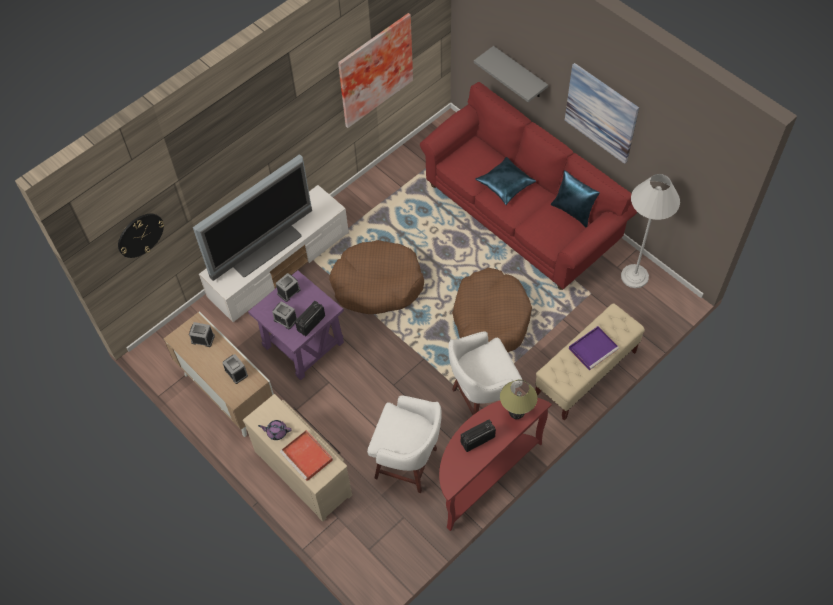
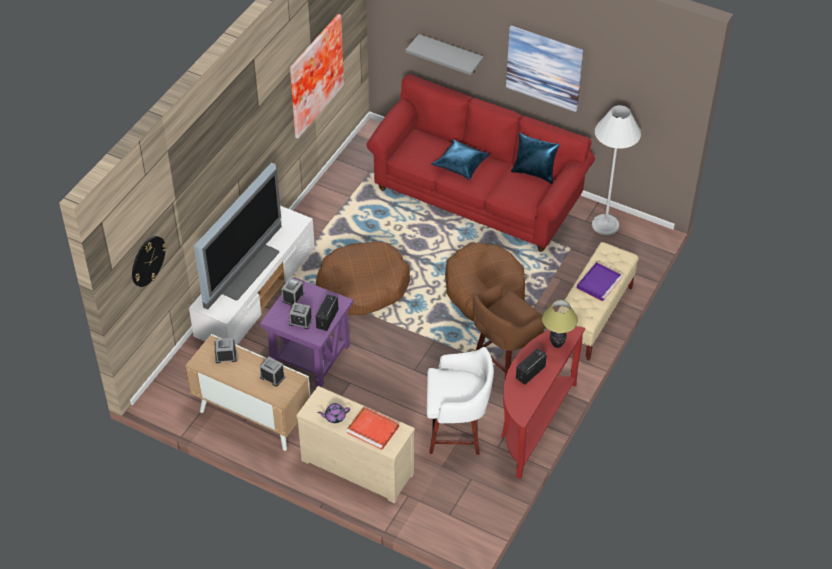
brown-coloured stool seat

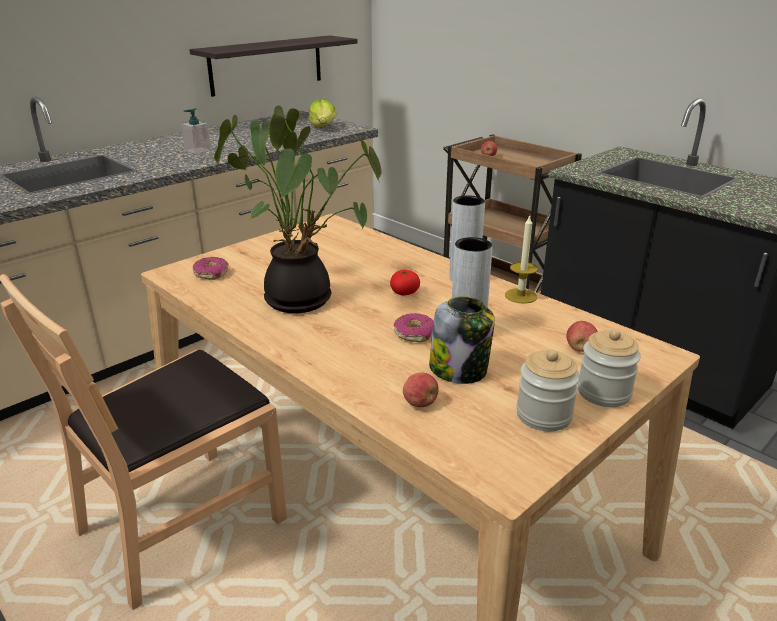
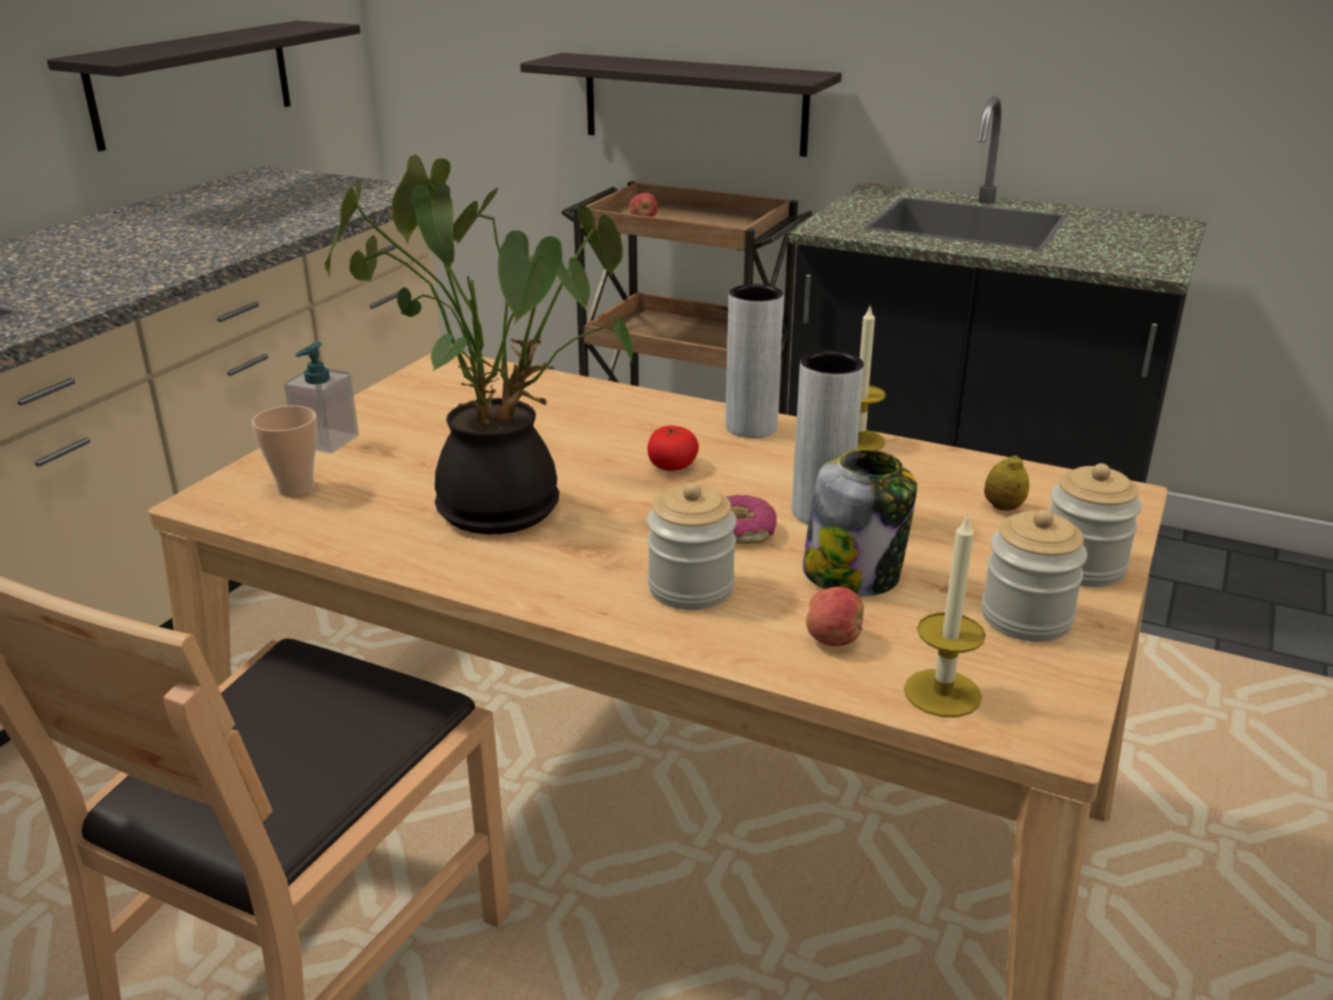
cup
soap bottle
shelf (2nd from left)
jar (1st from left)
candle (2nd from left)
whole lemon
lettuce

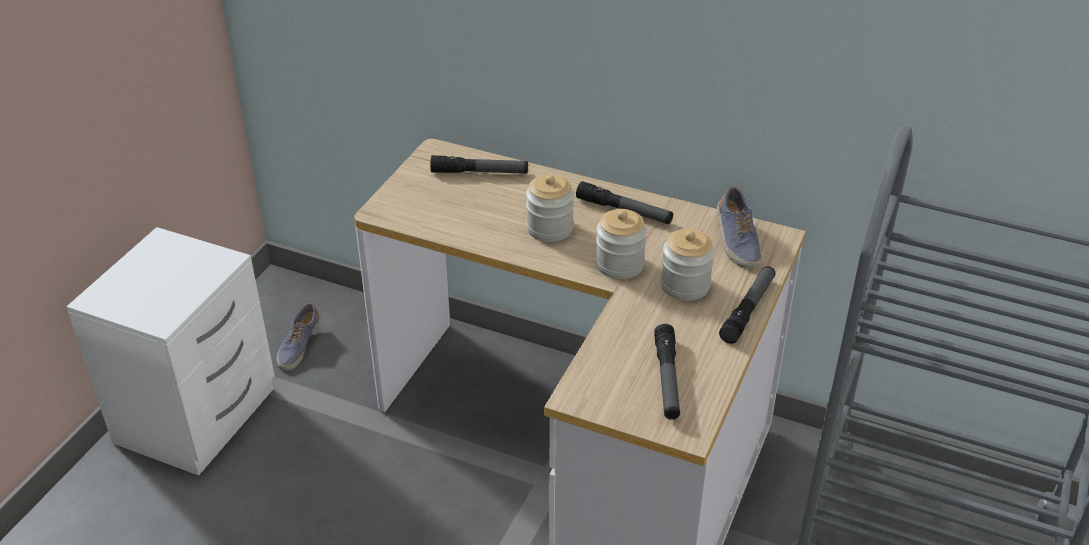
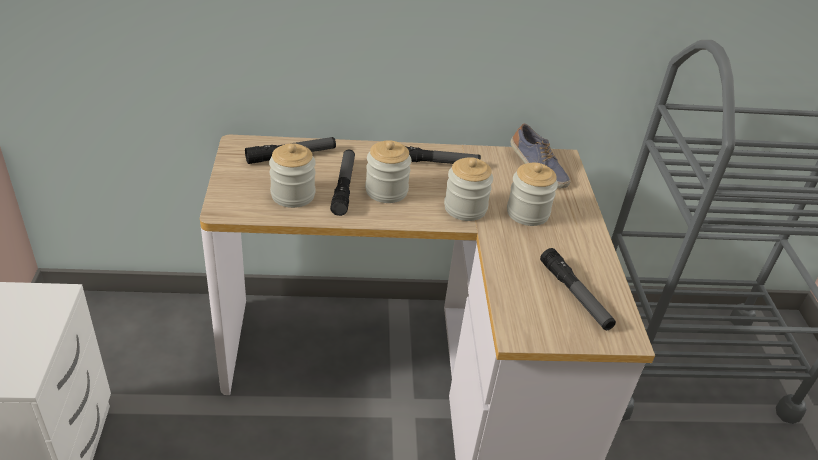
jar (1st from left)
torch (2nd from left)
shoe (1st from left in the first image)

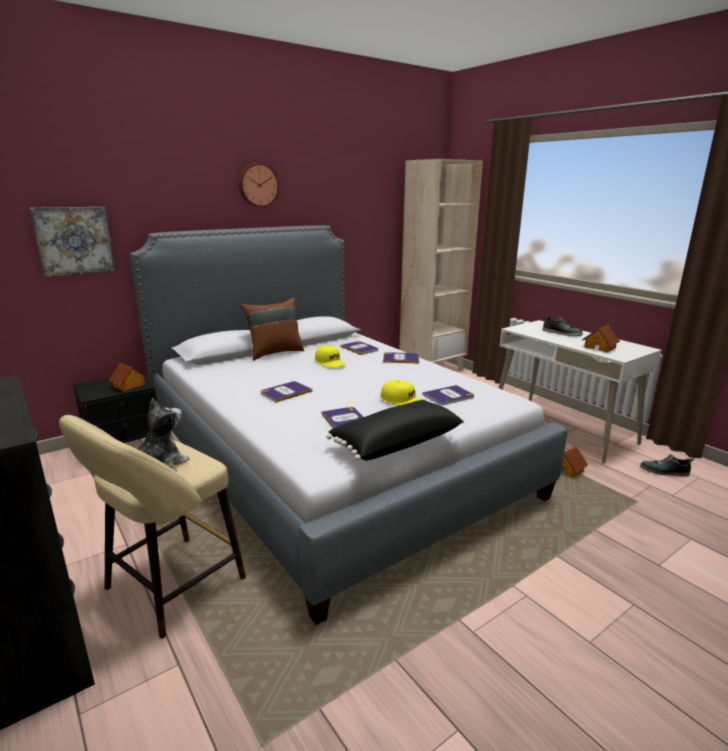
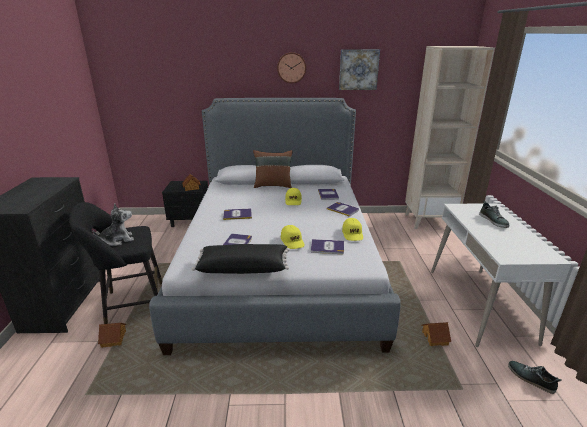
black stool seat
model house (1st from left)
wall picture
yellow-coloured peaked cap (3rd from left)

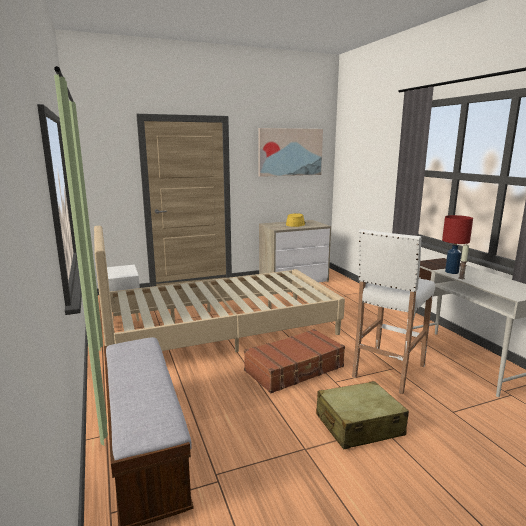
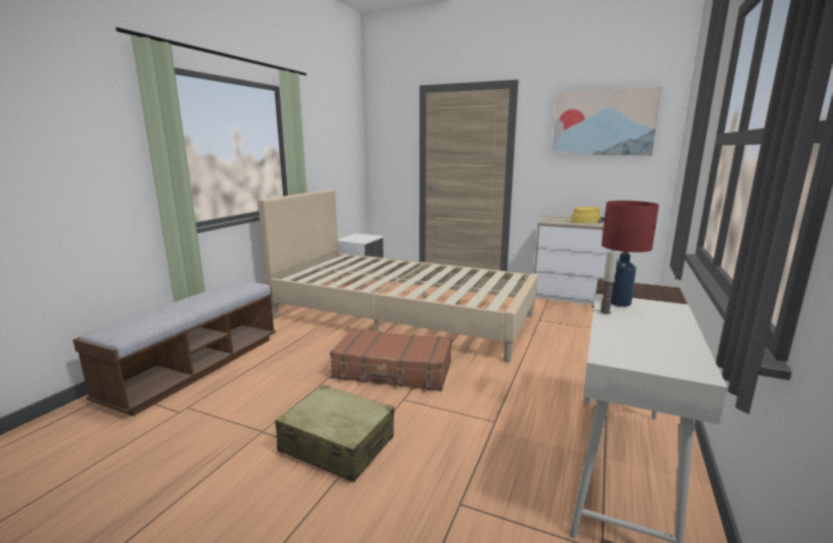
whitish stool seat

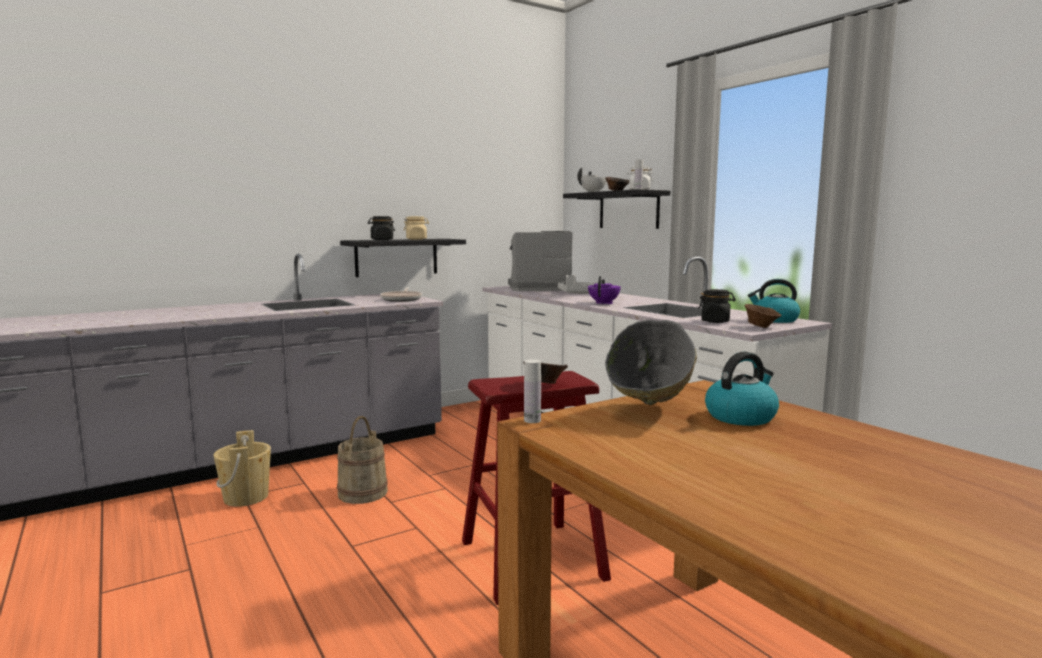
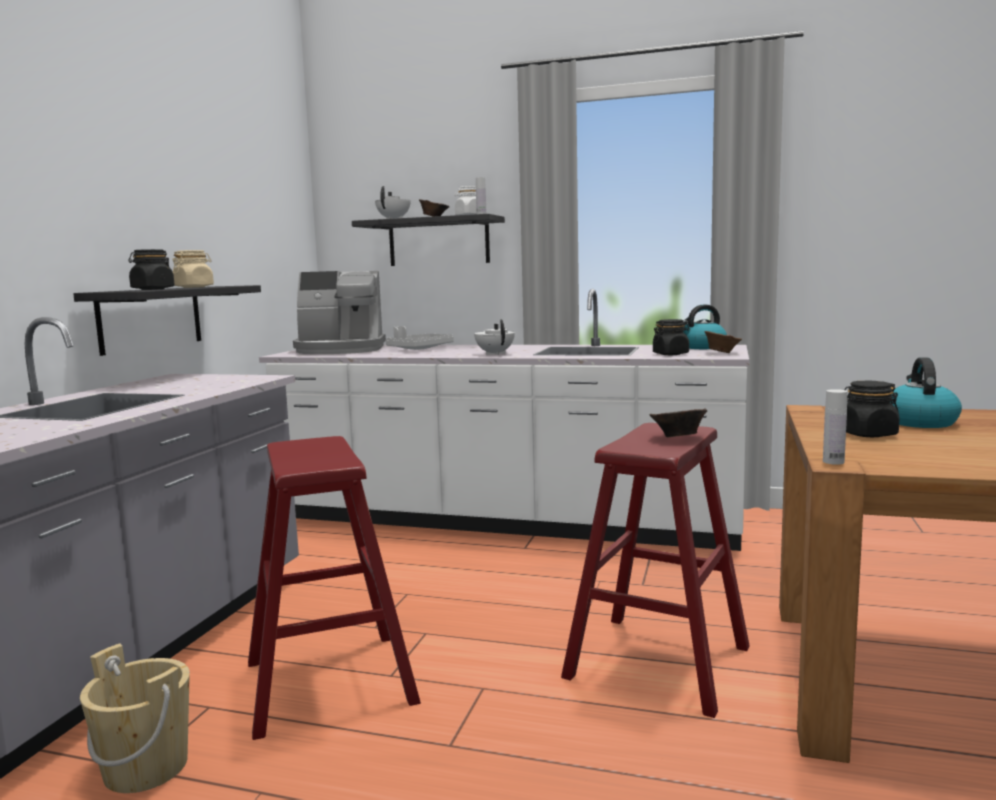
reddish stool seat (1st from left)
coffee brewer
whitish pot for tea (2nd from left)
black jar (3rd from left)
pan

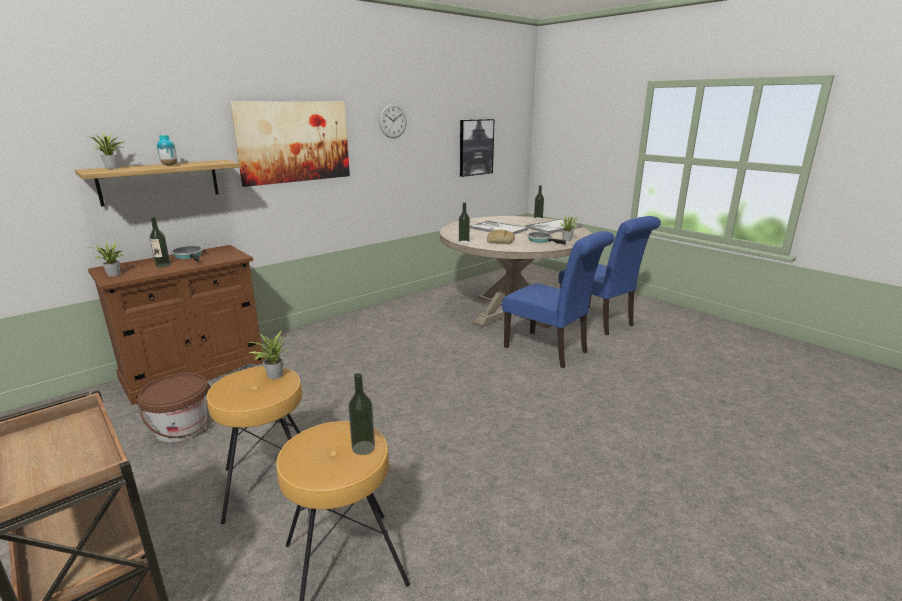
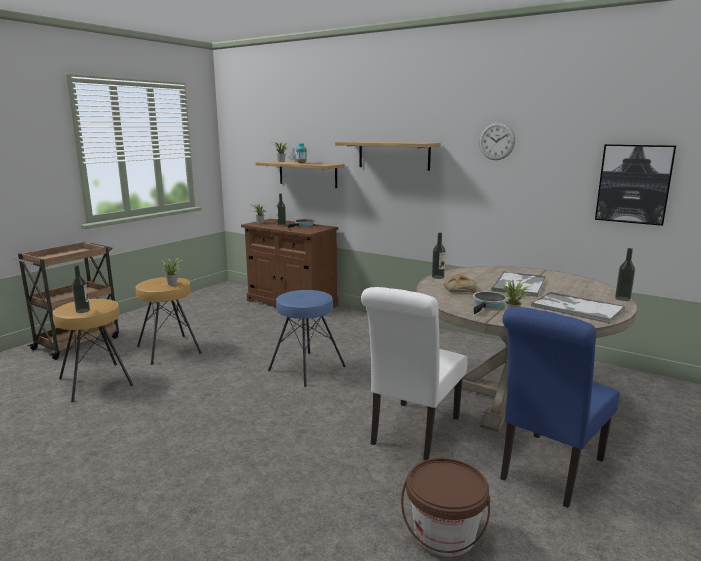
bluish stool seat
shelf (2nd from left)
whitish plain chair
brown-coloured pail

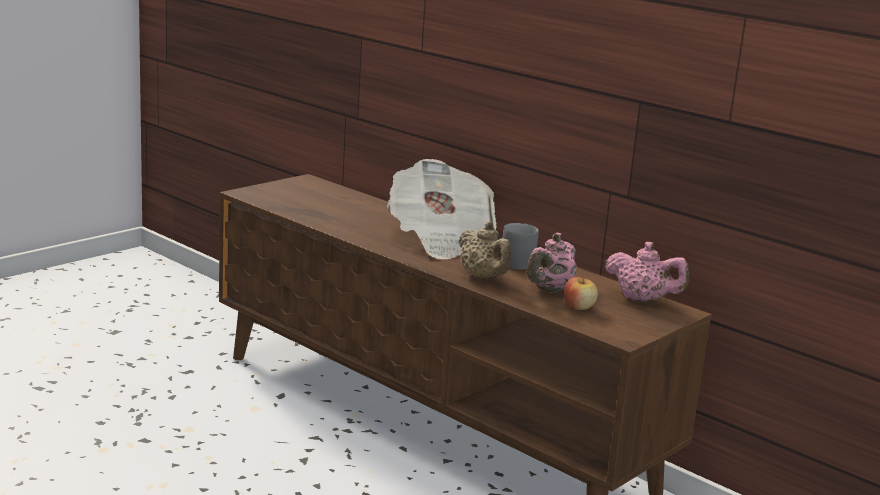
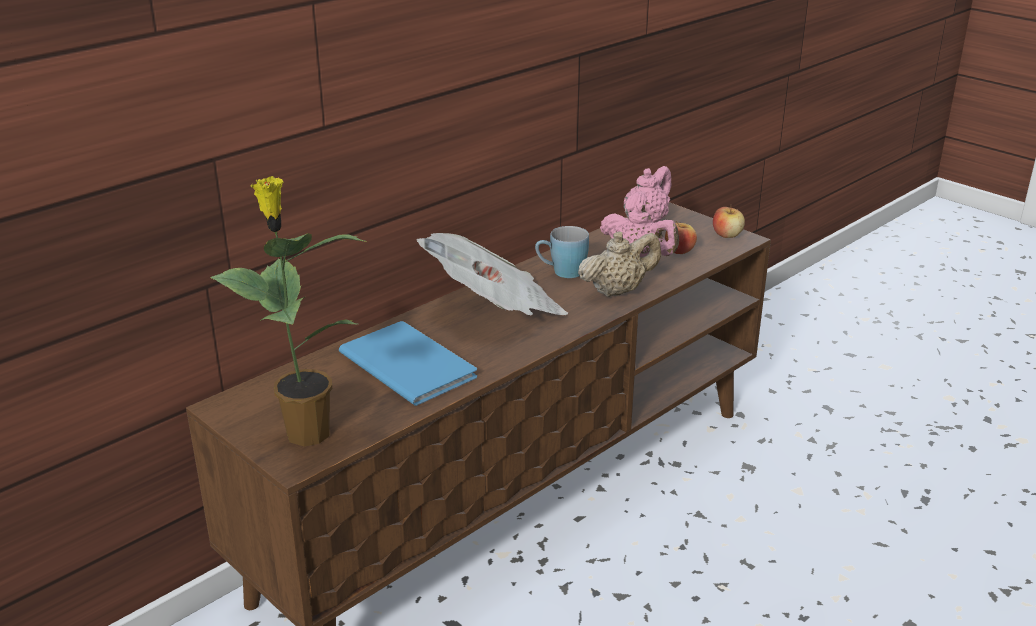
plant in a pot
bluish book
bluish coffee mug
apple (2nd from left)

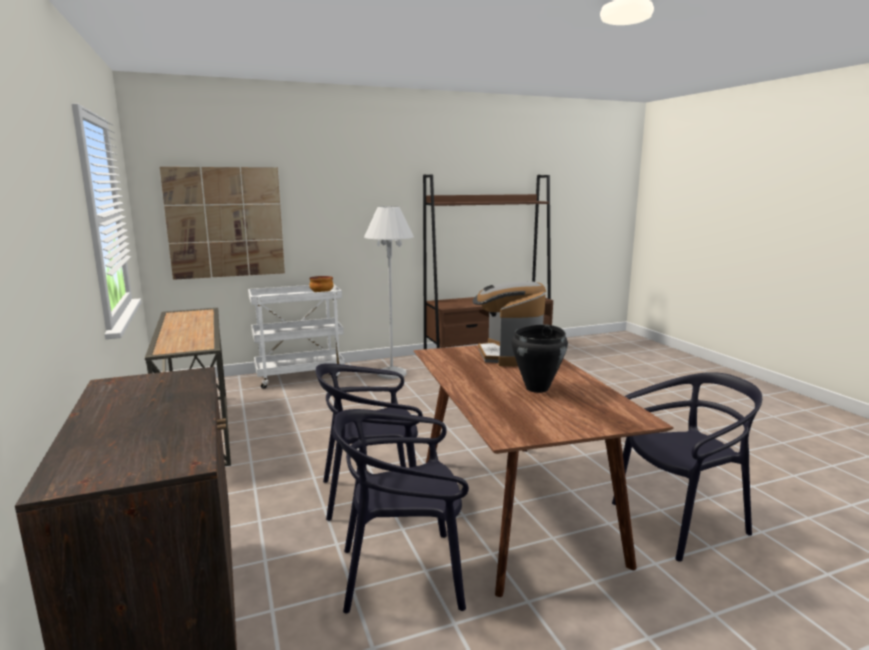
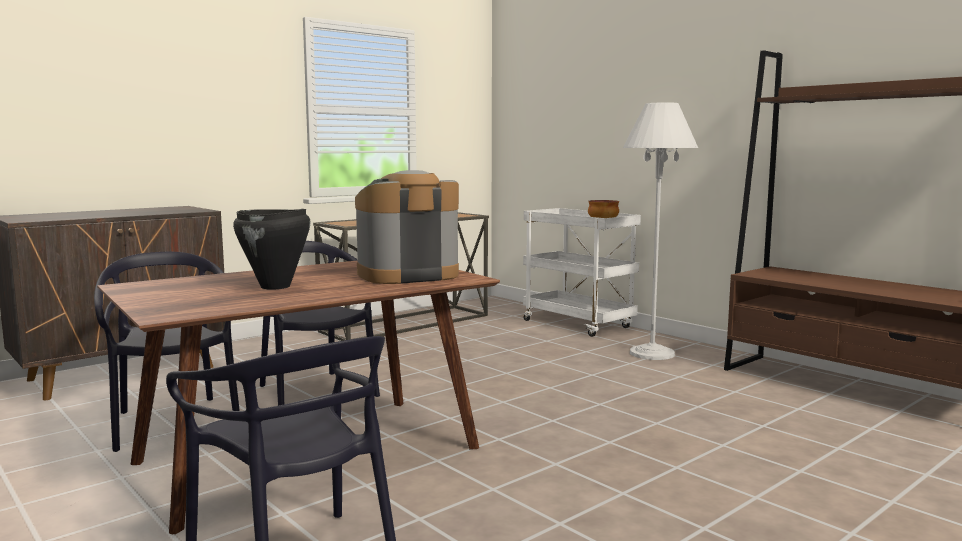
wall picture

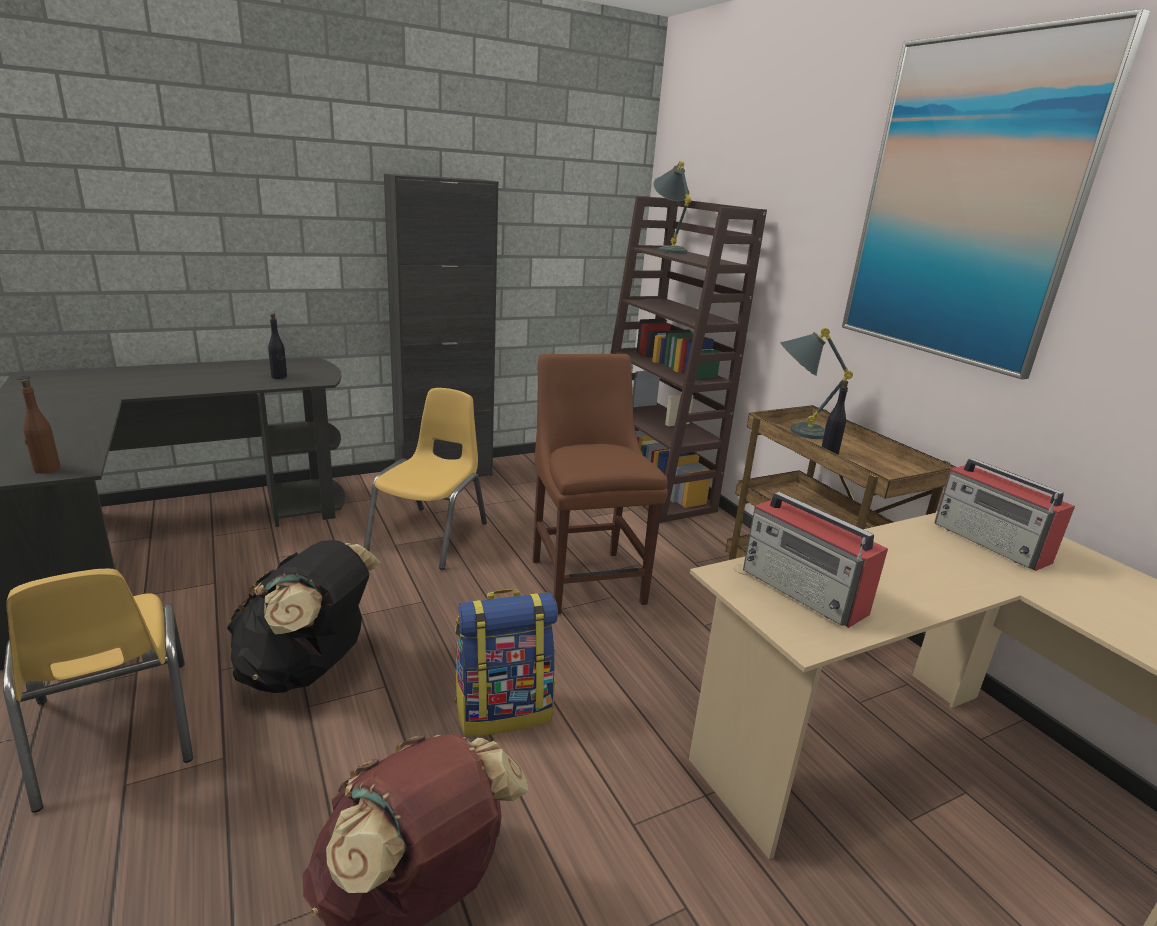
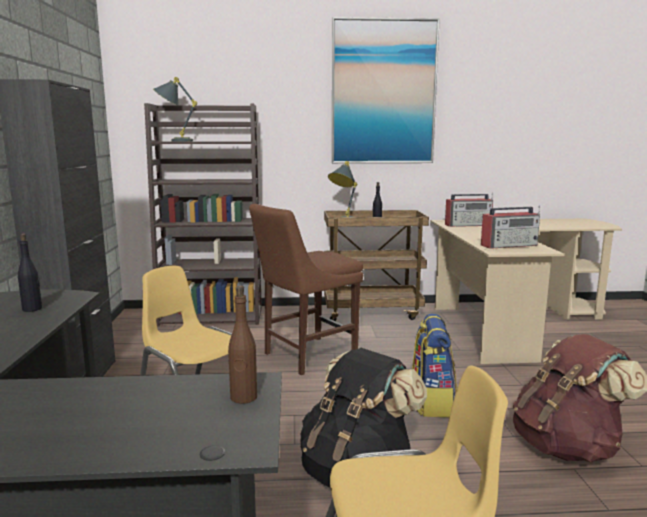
brown-coloured plain chair

